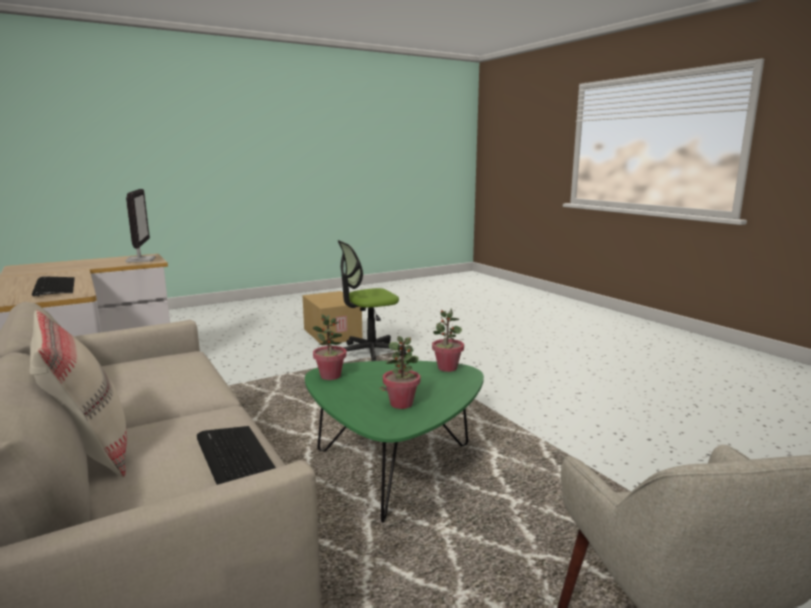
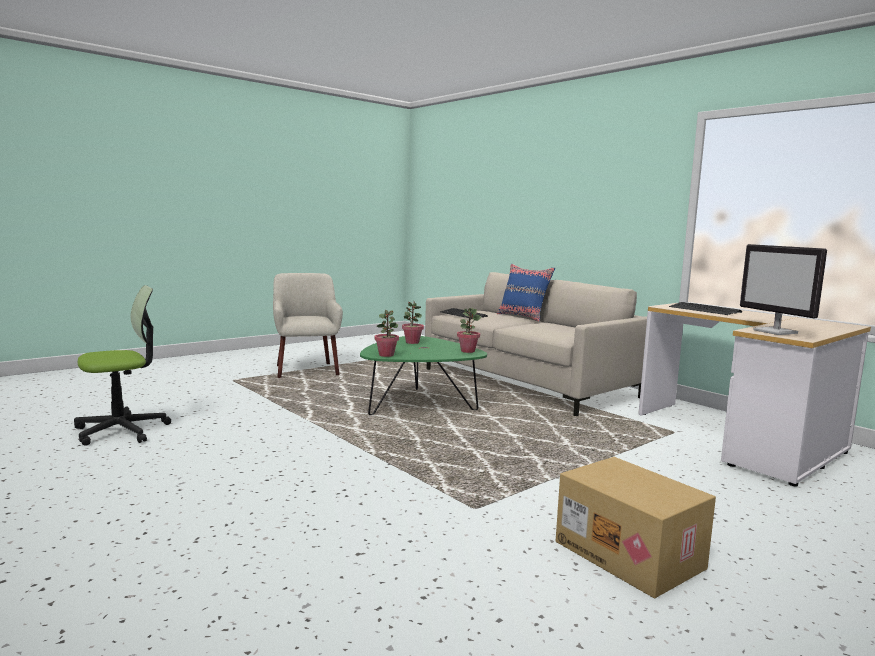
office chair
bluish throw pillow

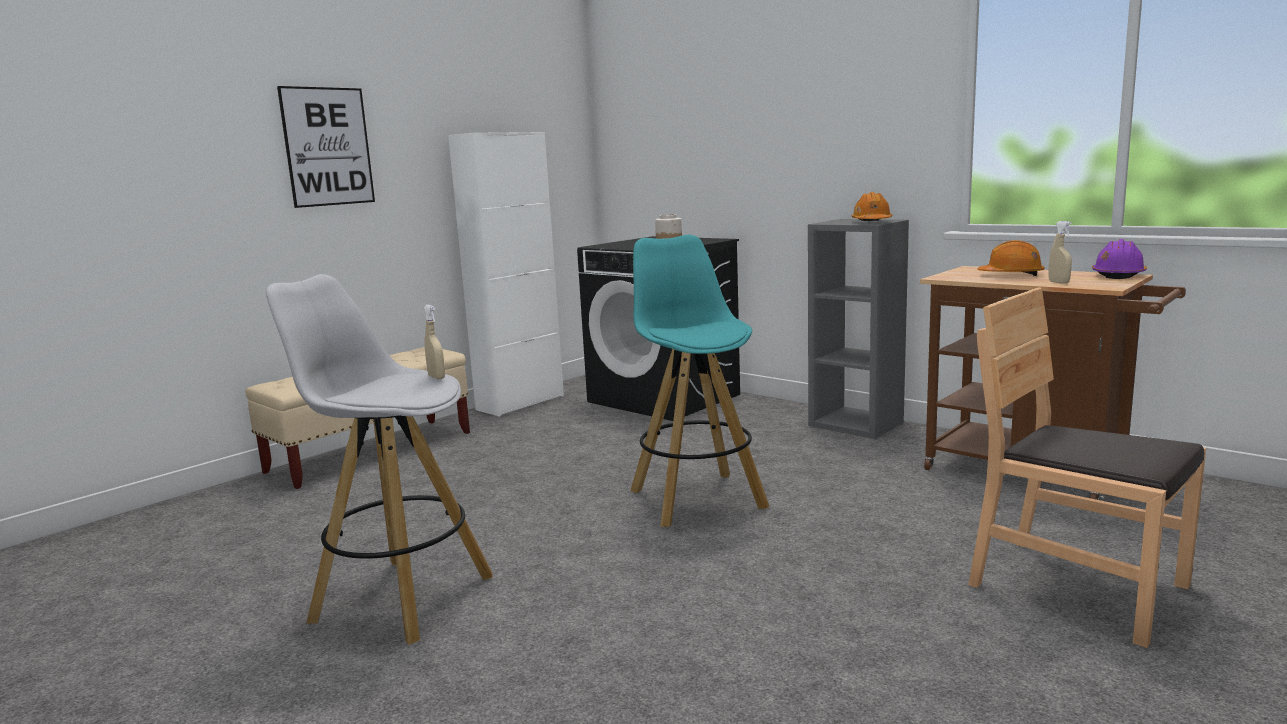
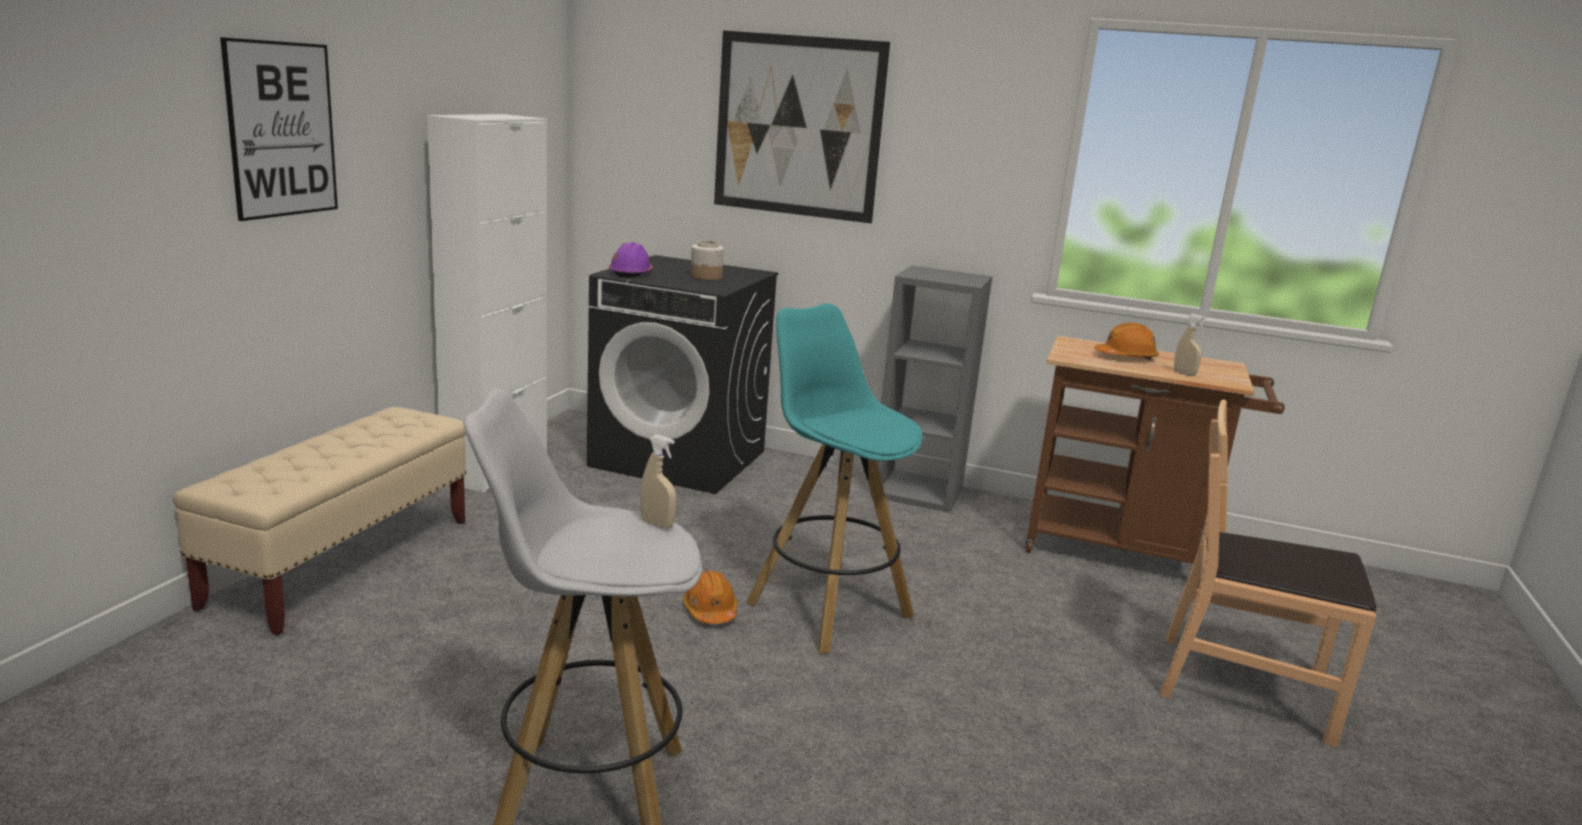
purple safety helmet
orange-coloured safety helmet (1st from left)
wall picture (2nd from left)

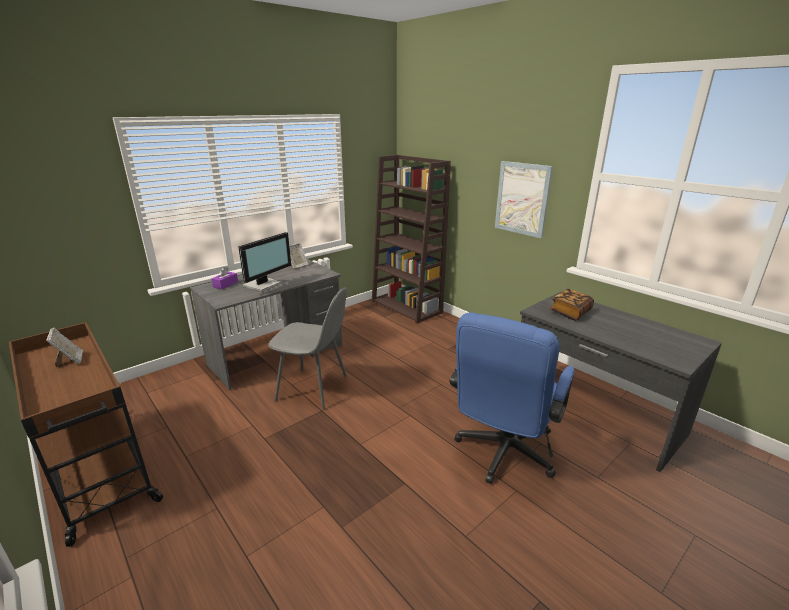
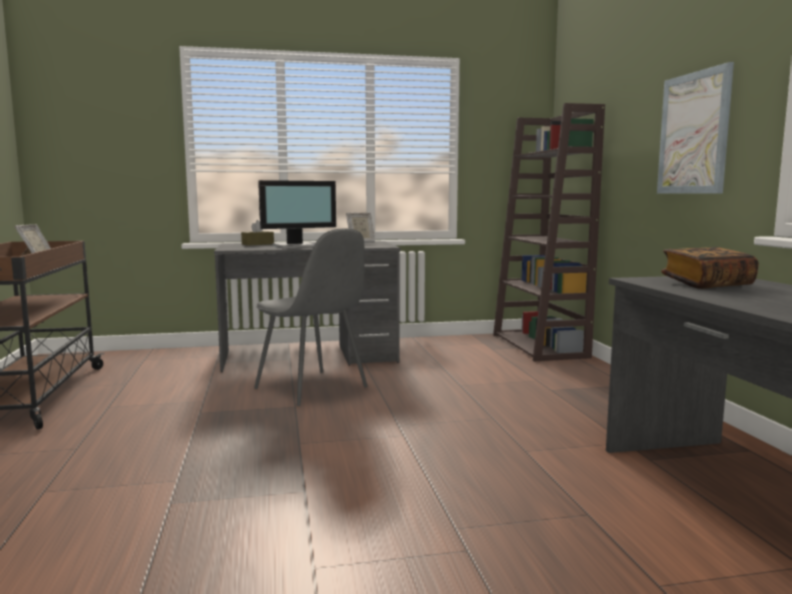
brown-coloured box of tissues
bluish office chair

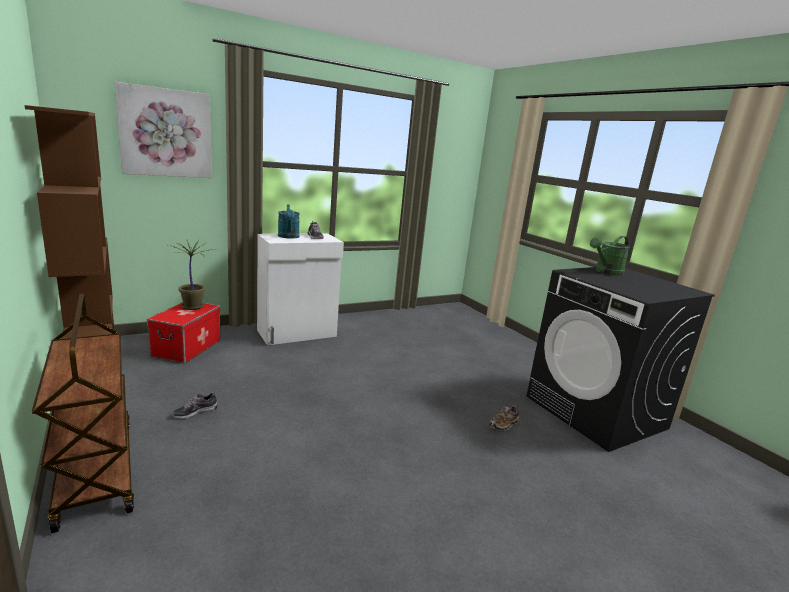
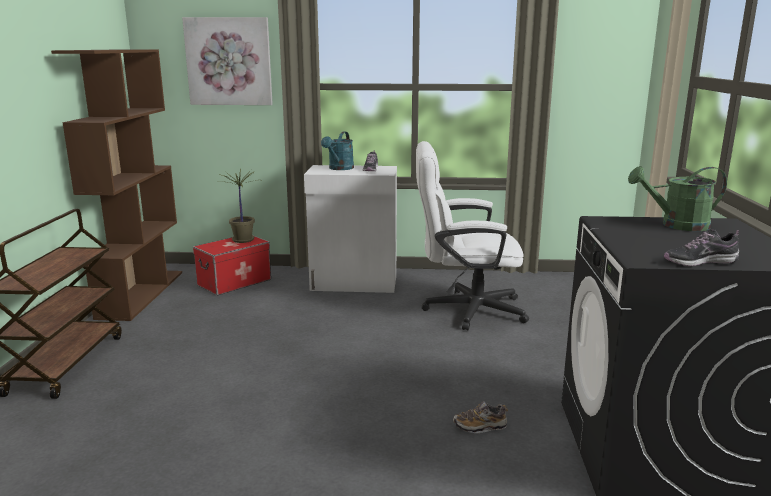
whitish office chair
shoe (3rd from left)

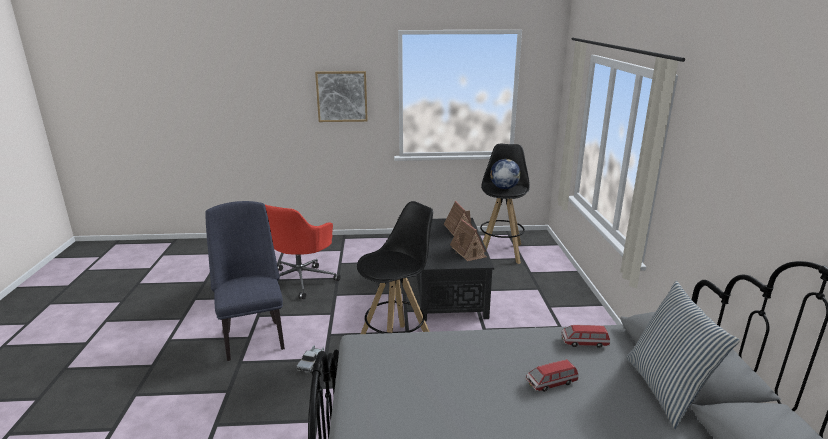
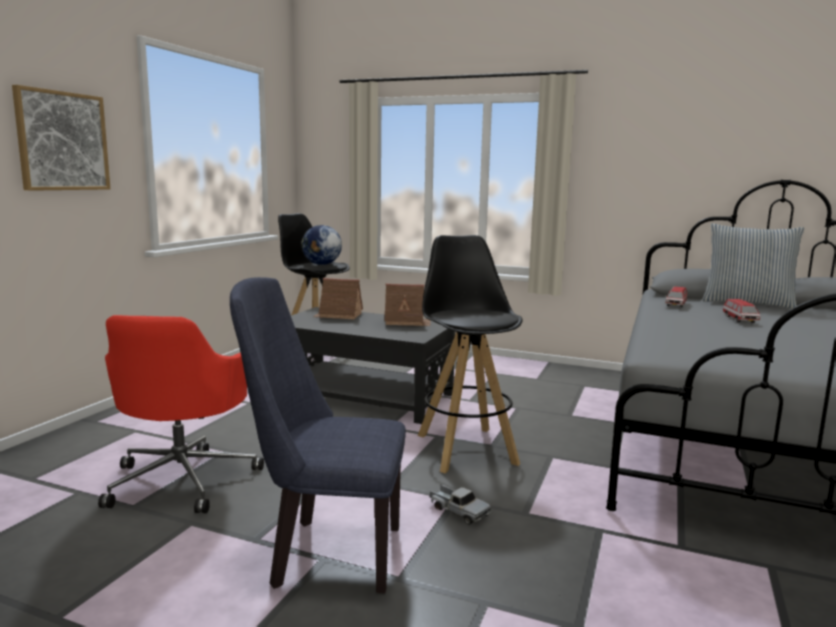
reddish office chair

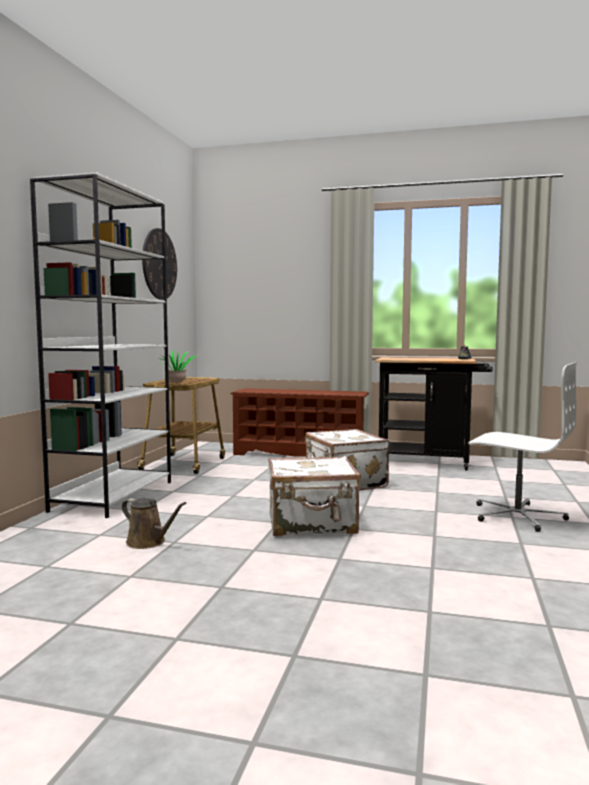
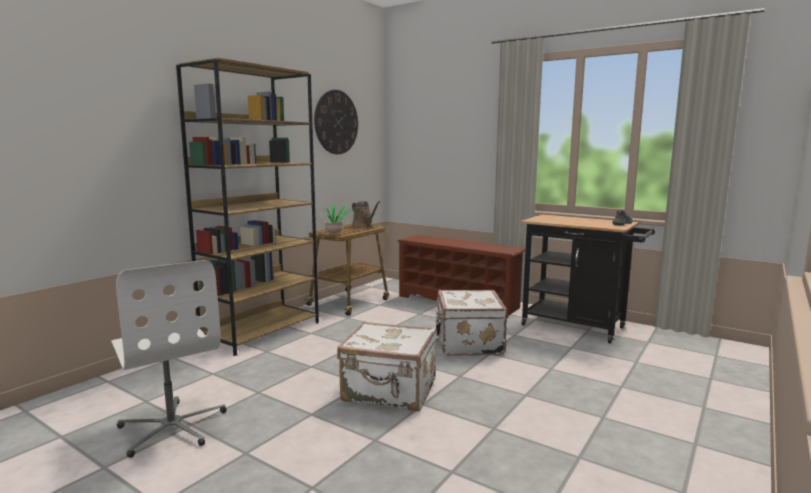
whitish office chair
brown-coloured shelving unit
brown-coloured watering can

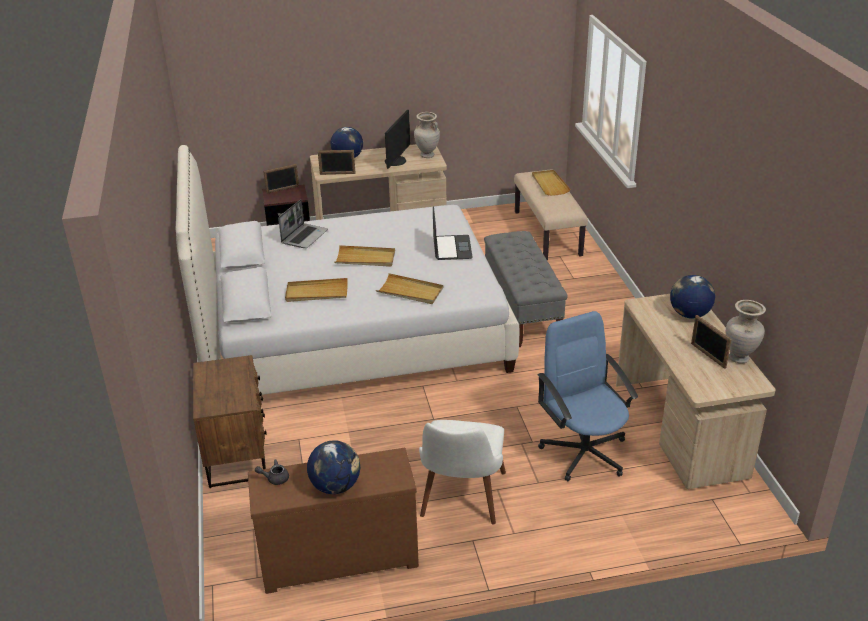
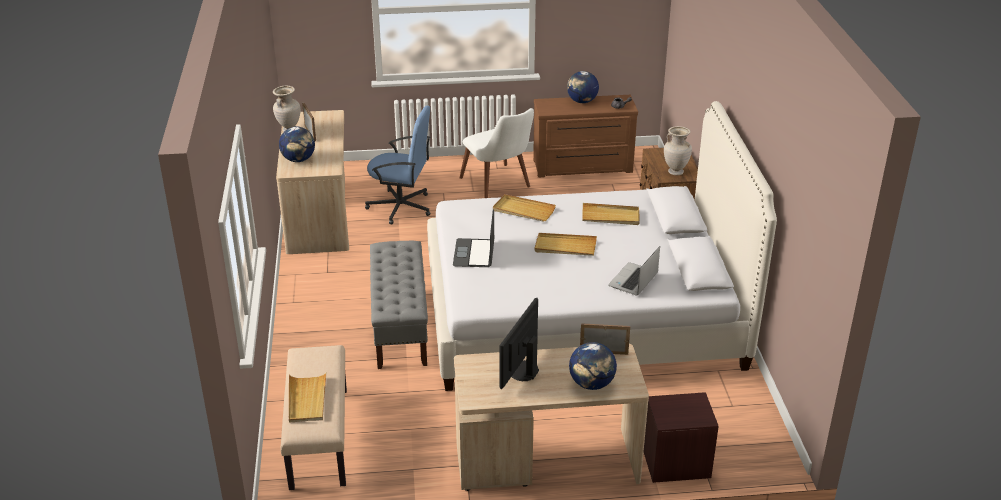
bluish office chair
whitish plain chair
sand-coloured vase (2nd from left)
picture frame (1st from left in the first image)

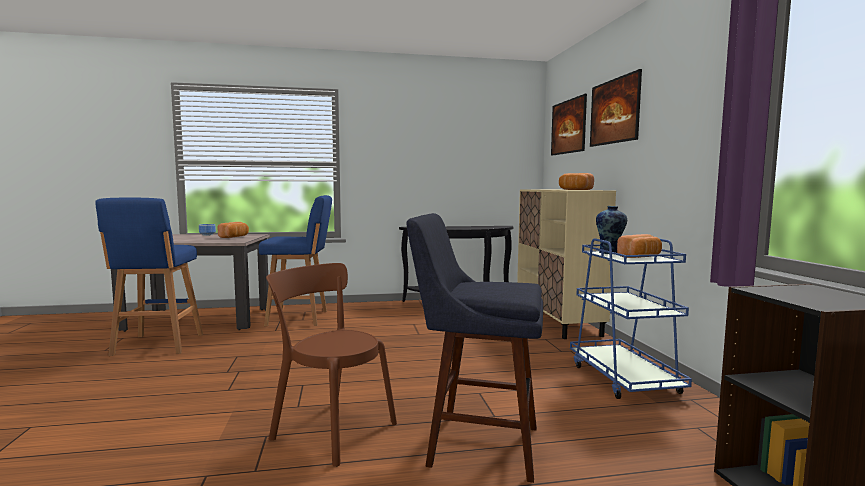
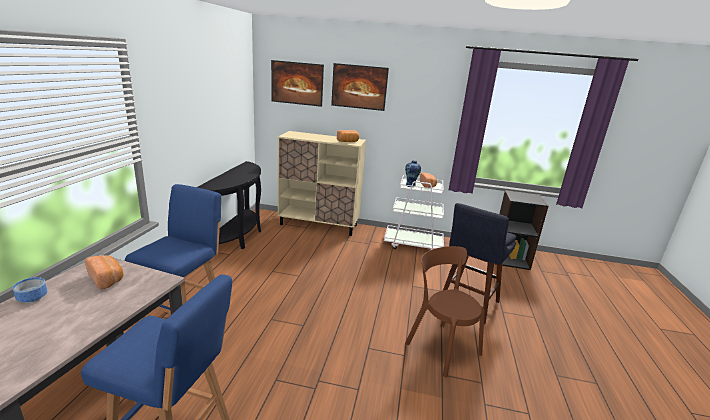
whitish trolley
brown-coloured plain chair

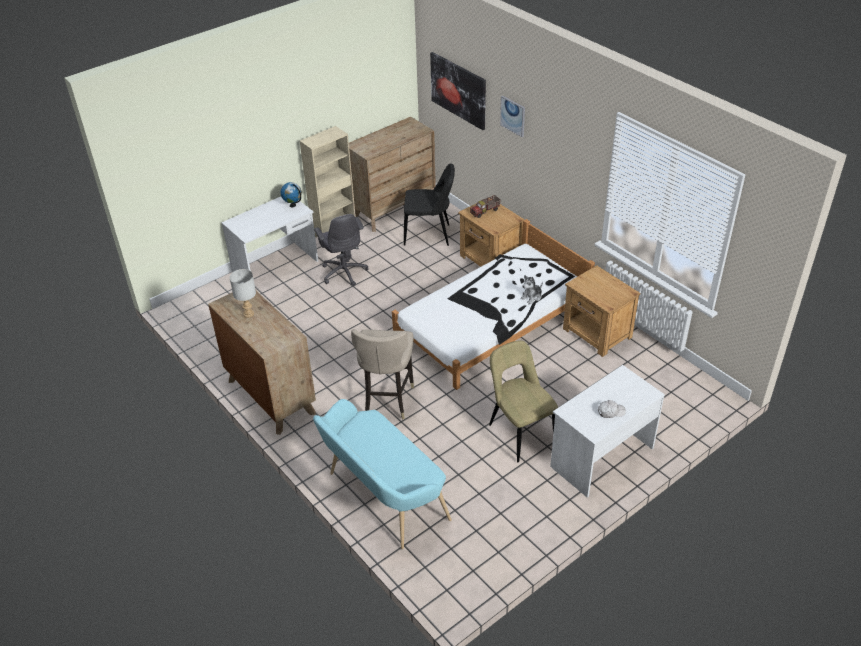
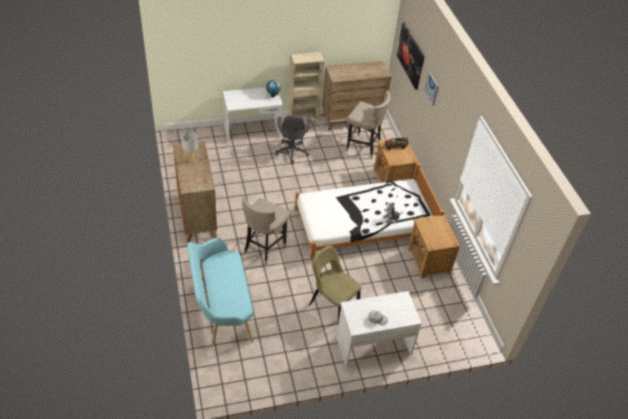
sand-coloured plain chair
sand-coloured stool seat (2nd from left)

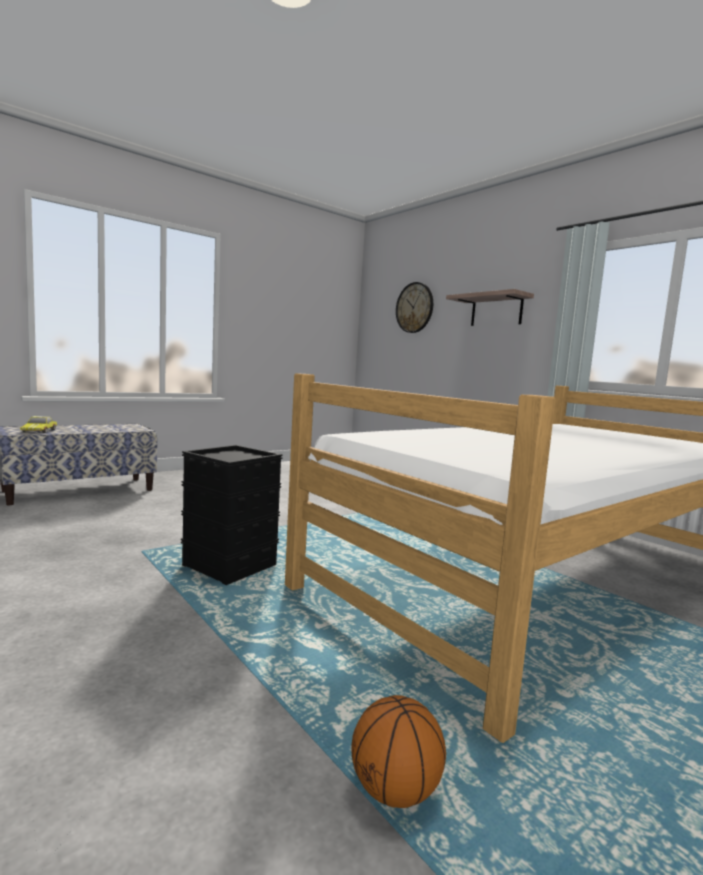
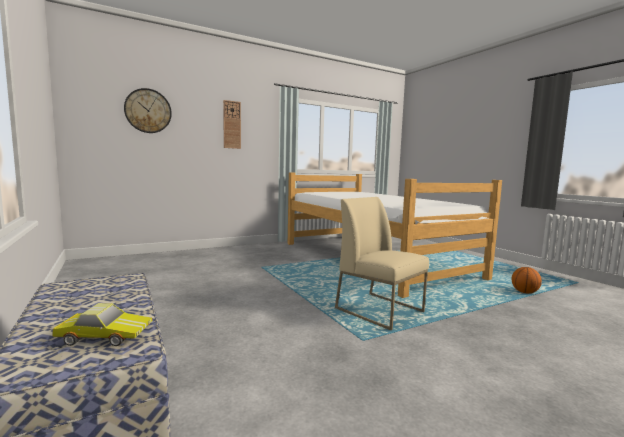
hanging clock (2nd from left)
sand-coloured plain chair

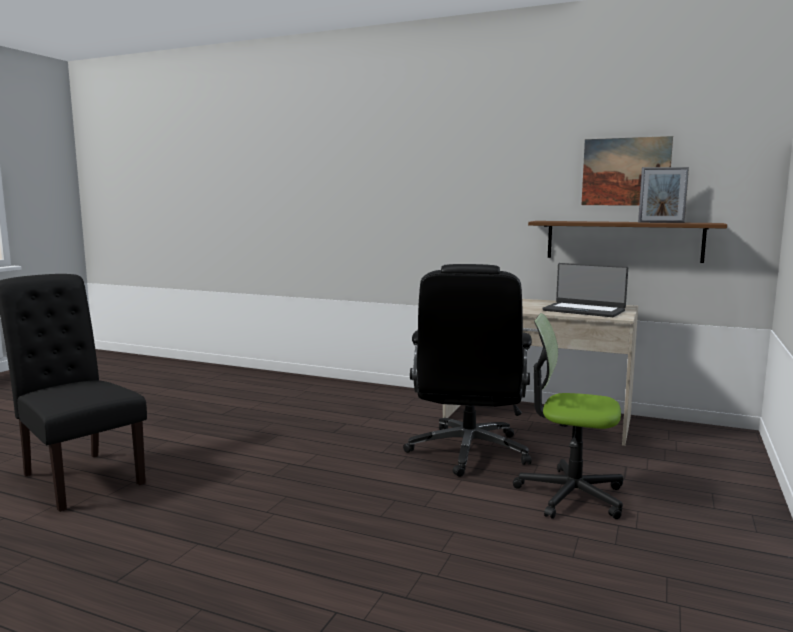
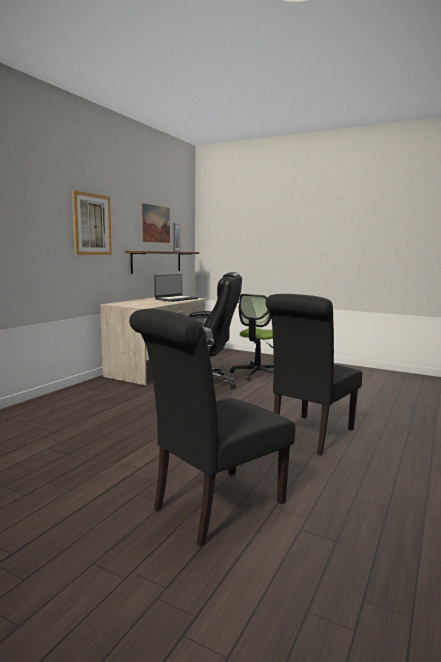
wall picture (1st from left)
black plain chair (2nd from left)

